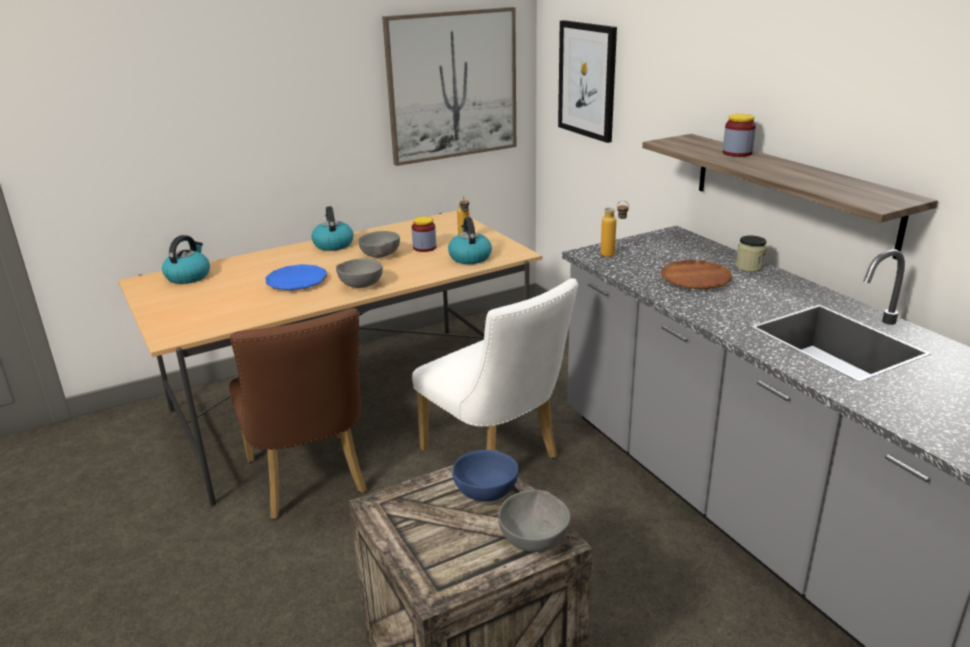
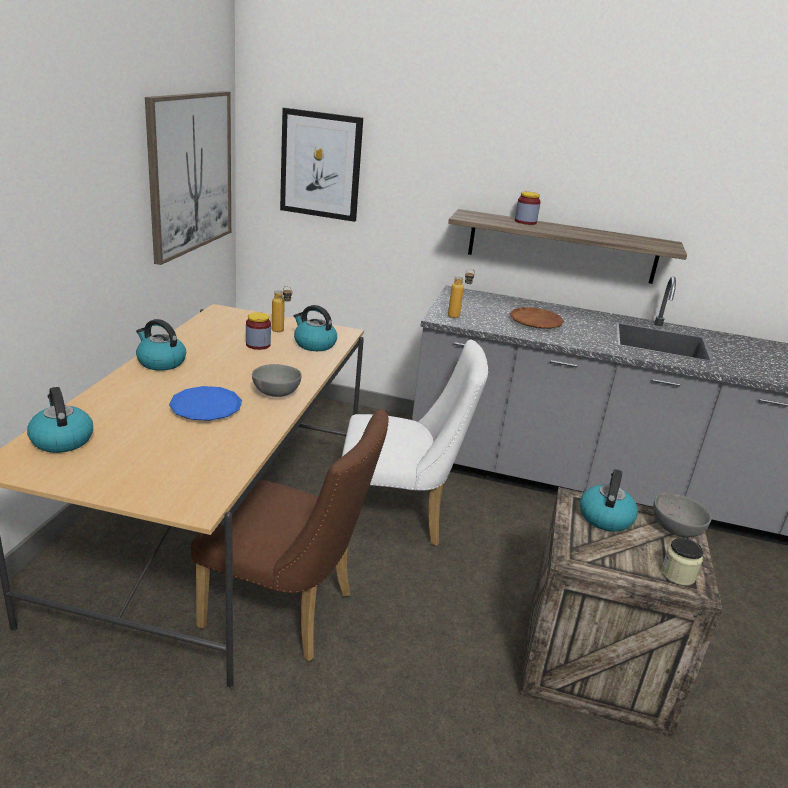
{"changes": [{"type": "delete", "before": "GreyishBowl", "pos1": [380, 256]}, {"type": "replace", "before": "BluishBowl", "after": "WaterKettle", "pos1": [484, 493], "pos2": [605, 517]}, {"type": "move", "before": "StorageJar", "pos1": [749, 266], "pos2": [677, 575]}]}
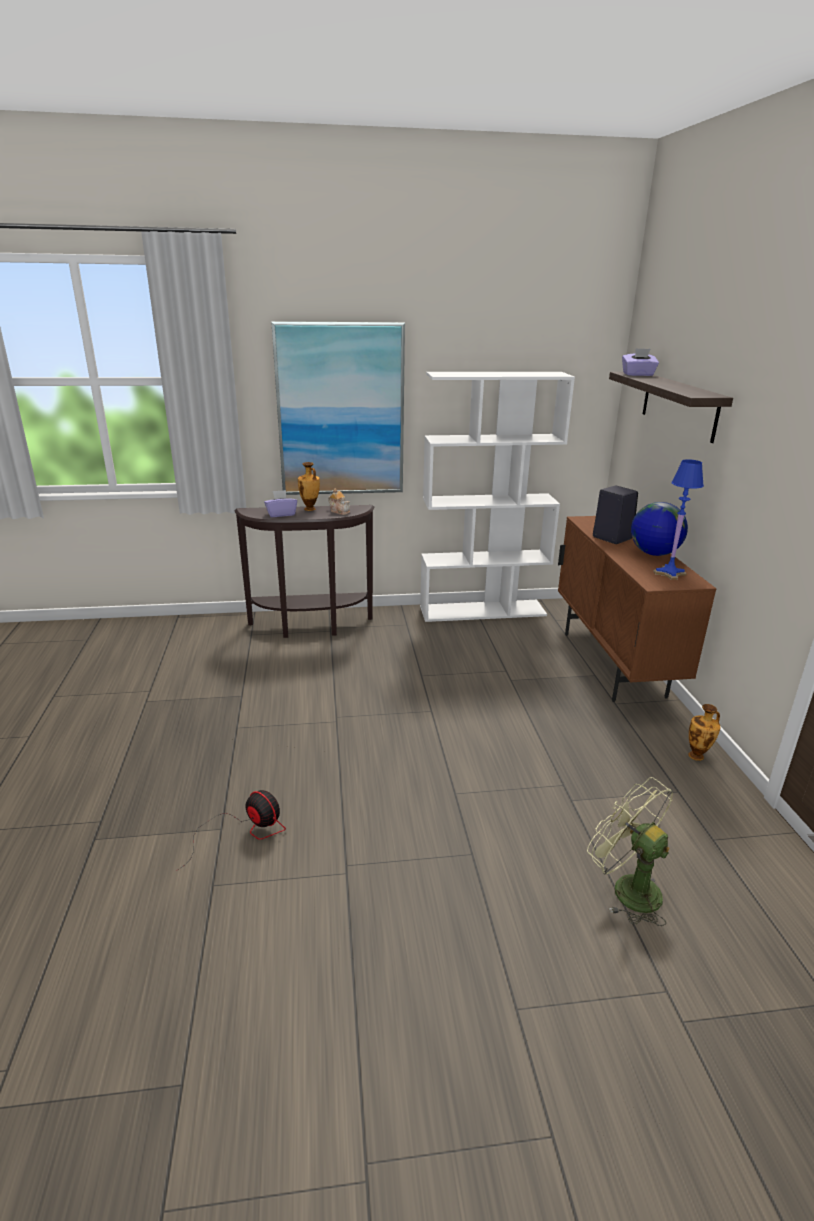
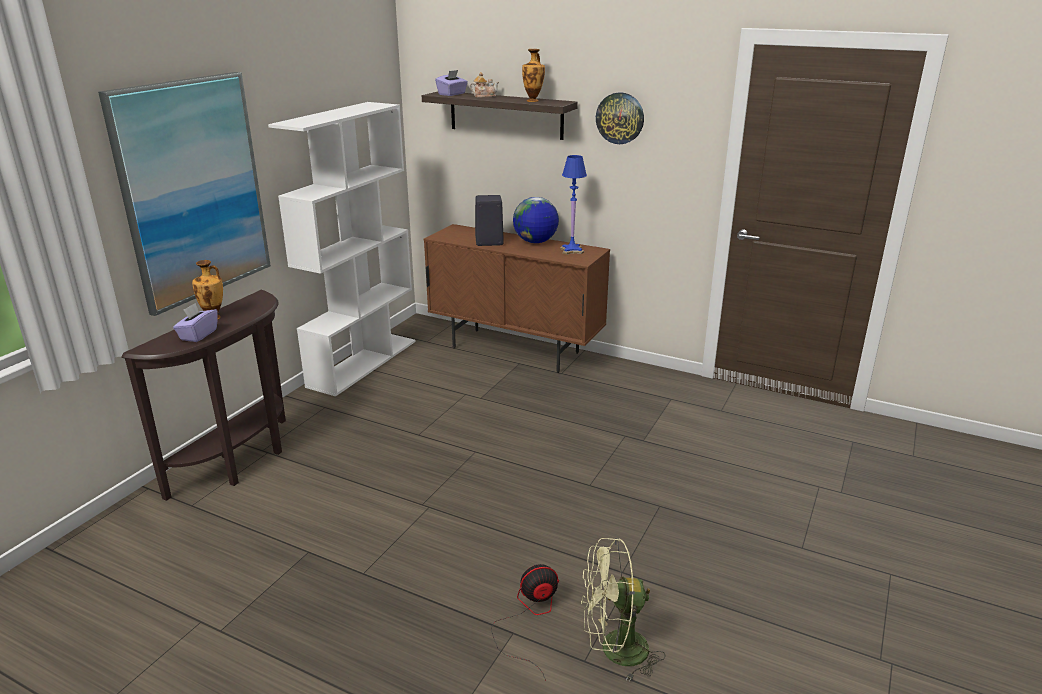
{"changes": [{"type": "move", "before": "TeaPot", "pos1": [340, 511], "pos2": [484, 96]}, {"type": "move", "before": "GreenFan", "pos1": [626, 888], "pos2": [614, 651]}, {"type": "move", "before": "FlowerVase", "pos1": [697, 756], "pos2": [533, 101]}, {"type": "insert", "after": "WallClock", "pos2": [620, 118]}]}
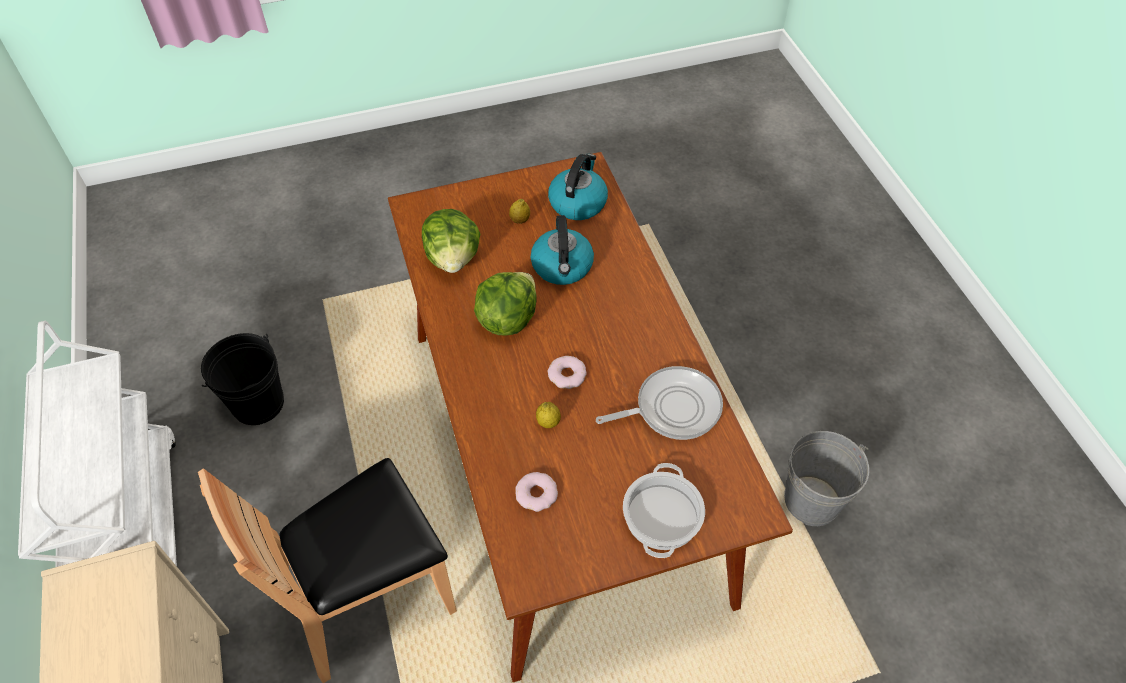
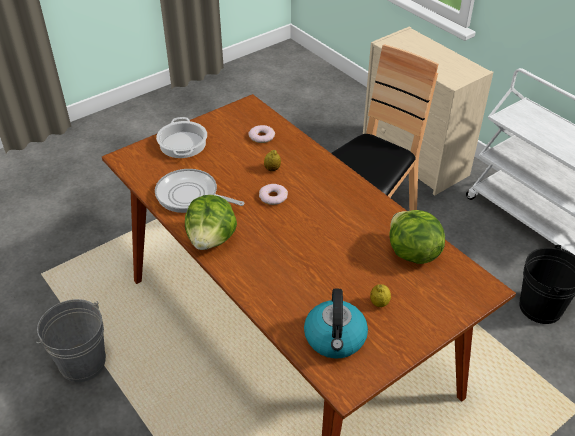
{"changes": [{"type": "move", "before": "HeadOfLettuce", "pos1": [507, 319], "pos2": [212, 239]}, {"type": "delete", "before": "WaterKettle", "pos1": [562, 267]}, {"type": "rotate", "before": "FryingPan", "pos1": [672, 408], "pos2": [190, 196], "turn": 60}]}
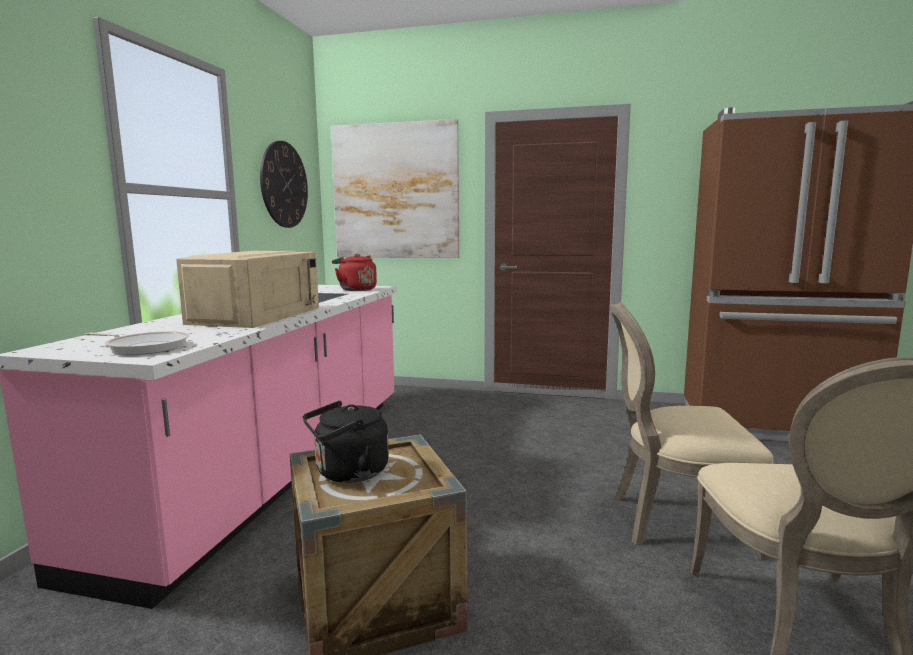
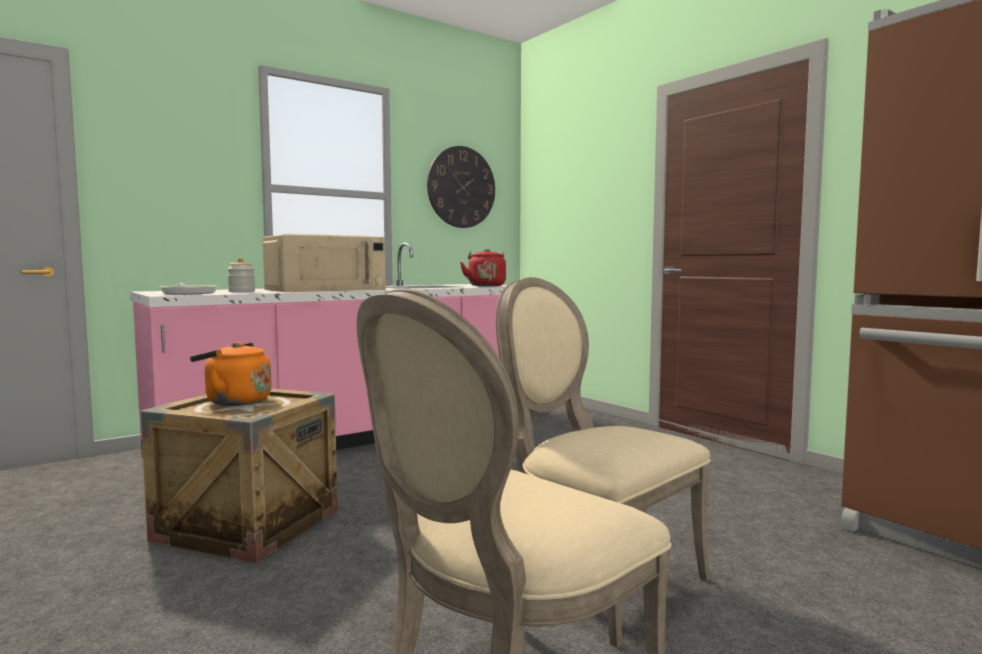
{"changes": [{"type": "recolor", "before": "BlackWaterKettle", "after": "OrangeyWaterKettle", "pos1": [348, 473], "pos2": [234, 402]}, {"type": "delete", "before": "WallArt", "pos1": [395, 191]}, {"type": "insert", "after": "StorageJar", "pos2": [241, 291]}]}
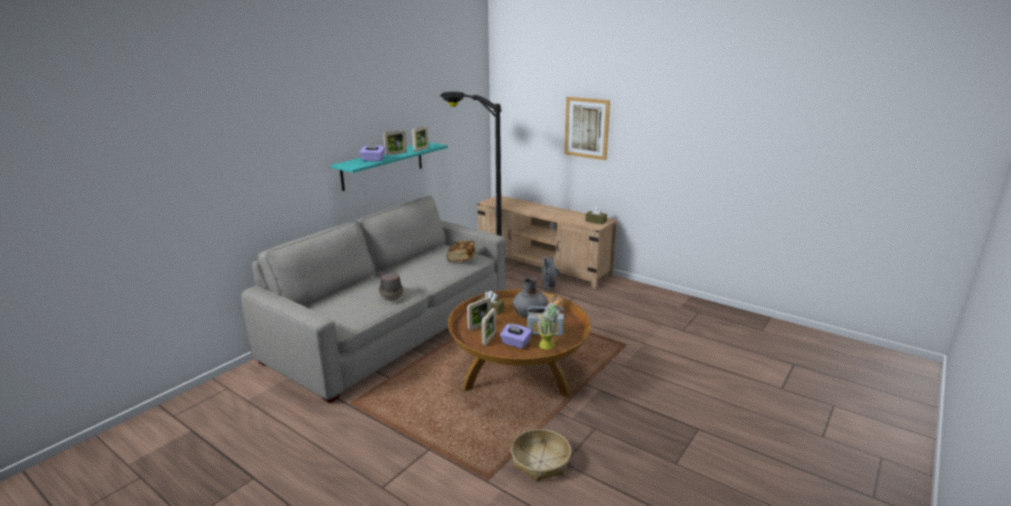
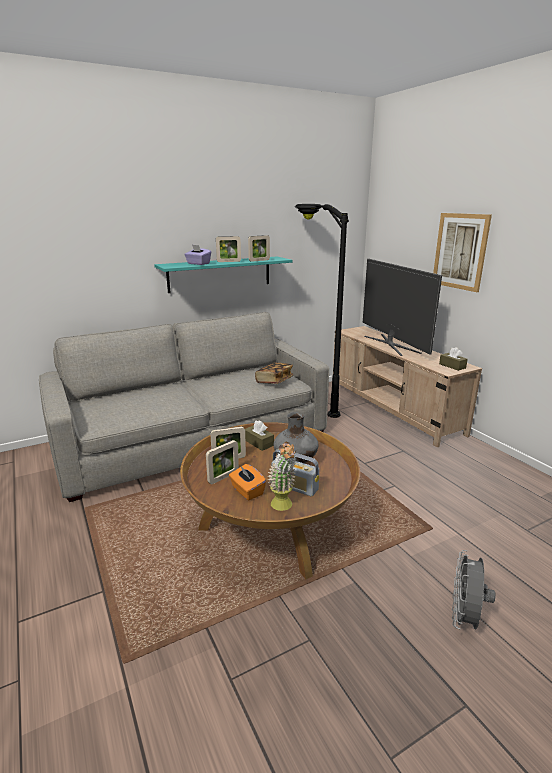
{"changes": [{"type": "delete", "before": "BrownishWearableHat", "pos1": [391, 294]}, {"type": "recolor", "before": "PurpleBoxOfTissues", "after": "OrangeyBoxOfTissues", "pos1": [515, 343], "pos2": [247, 491]}, {"type": "delete", "before": "HouseholdBasket", "pos1": [541, 462]}, {"type": "move", "before": "GreyishFan", "pos1": [549, 289], "pos2": [464, 619]}, {"type": "insert", "after": "Tv", "pos2": [391, 344]}]}
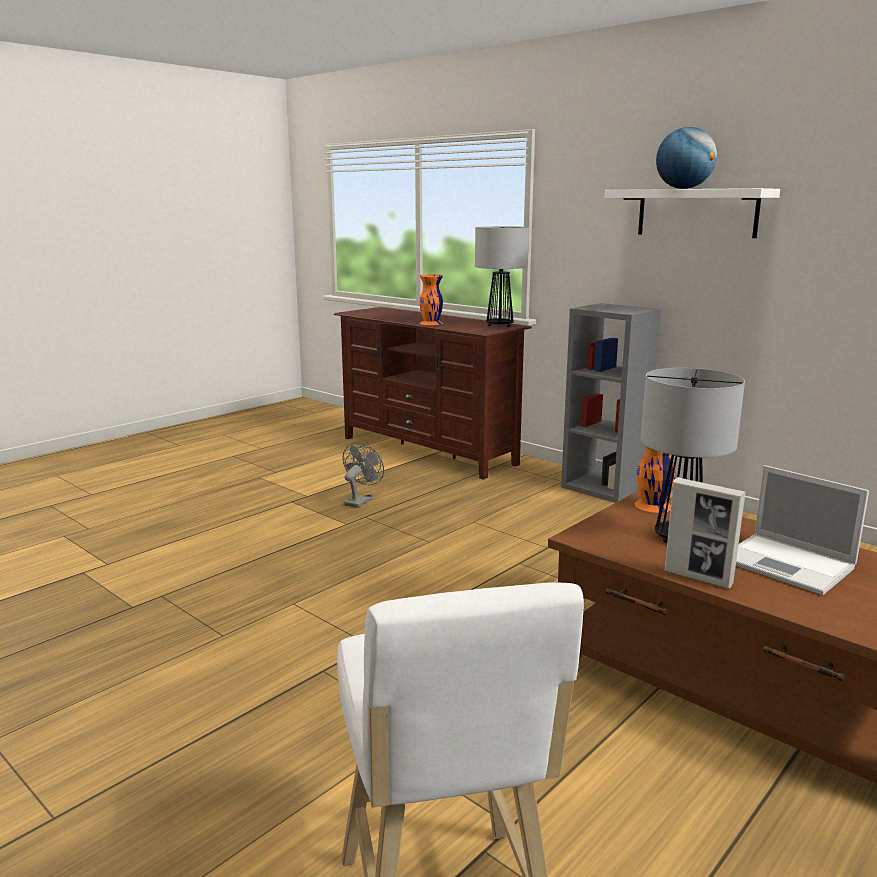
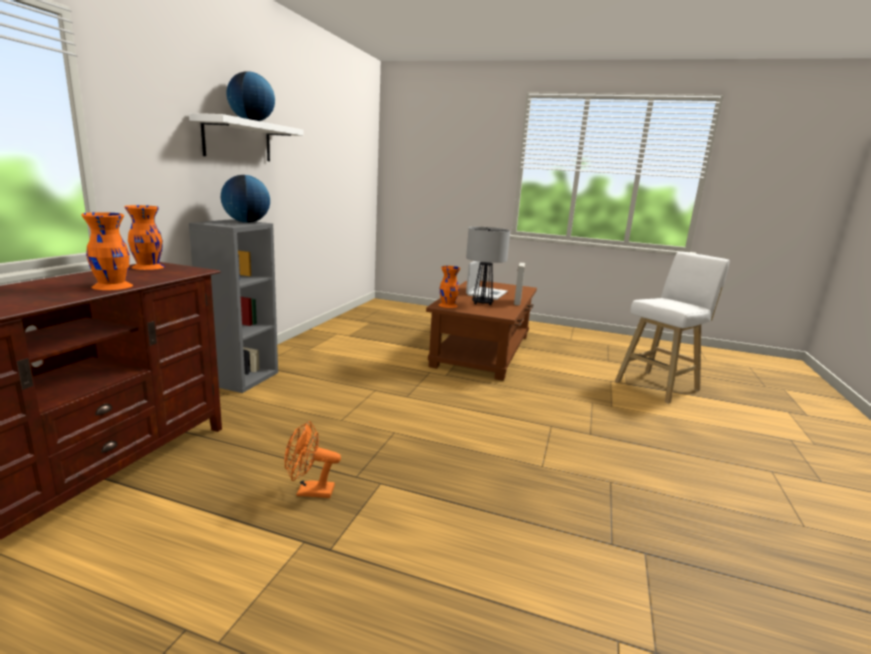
{"changes": [{"type": "recolor", "before": "GreyishFan", "after": "OrangeyFan", "pos1": [360, 501], "pos2": [309, 491]}, {"type": "replace", "before": "LampForATable", "after": "OrangeyFlowerVase", "pos1": [499, 325], "pos2": [148, 267]}, {"type": "insert", "after": "Globe", "pos2": [247, 222]}]}
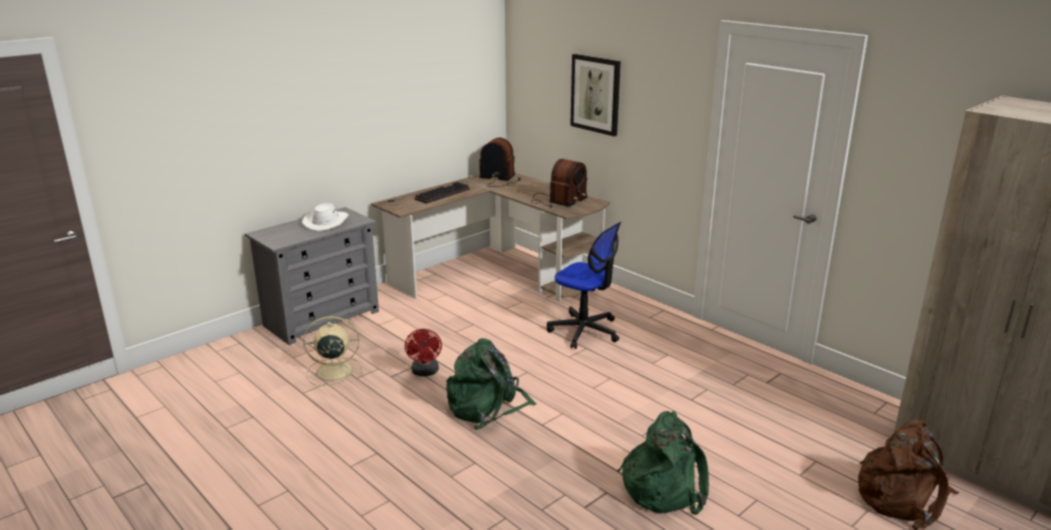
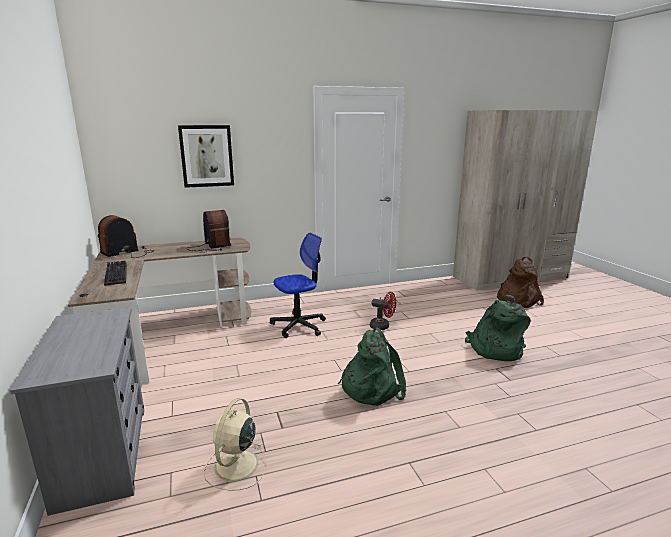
{"changes": [{"type": "delete", "before": "WhitishWearableHat", "pos1": [326, 222]}, {"type": "move", "before": "ReddishFan", "pos1": [425, 372], "pos2": [383, 326]}]}
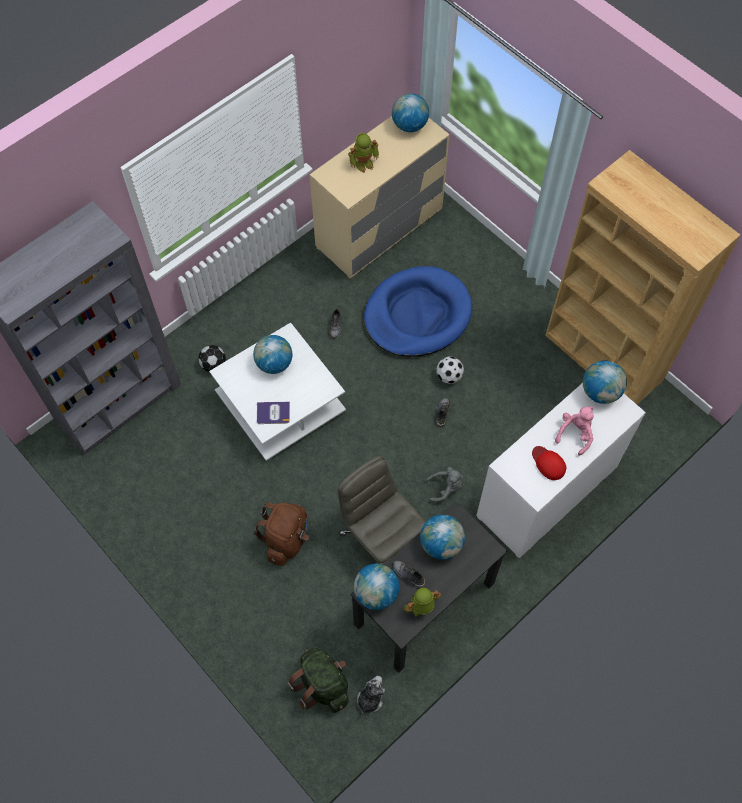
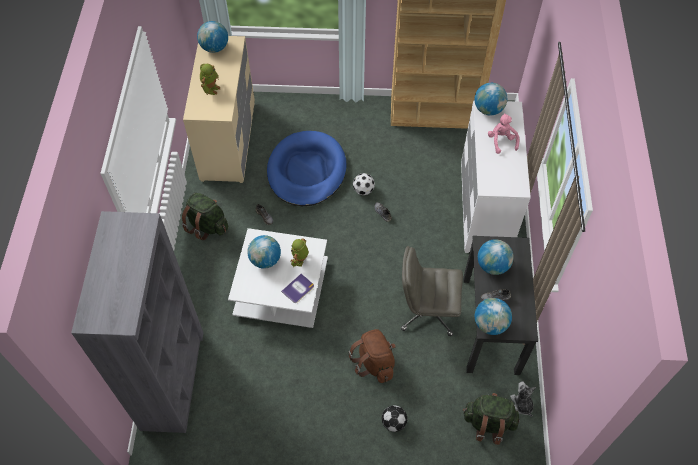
{"changes": [{"type": "move", "before": "FootballBall", "pos1": [213, 364], "pos2": [393, 422]}, {"type": "move", "before": "RobotFigure", "pos1": [421, 608], "pos2": [300, 260]}, {"type": "delete", "before": "GreyishPlushToy", "pos1": [445, 488]}, {"type": "delete", "before": "ReddishPeakedCap", "pos1": [548, 463]}, {"type": "insert", "after": "GreenKnapsack", "pos2": [207, 225]}]}
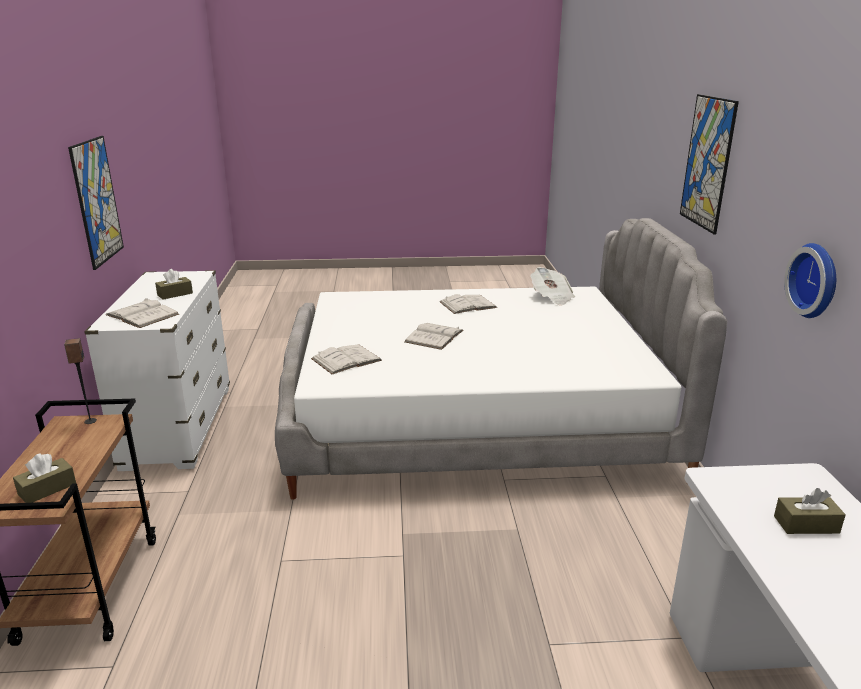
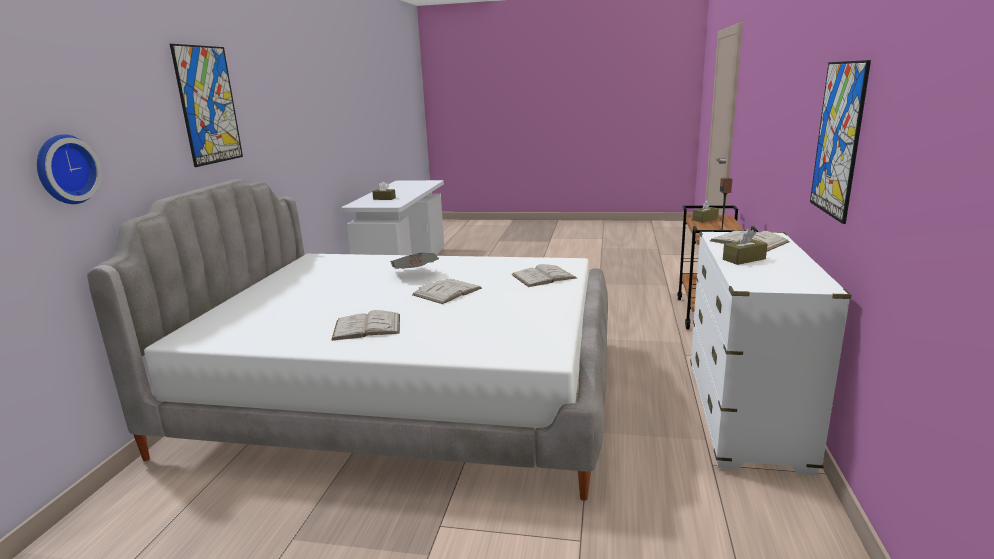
{"changes": [{"type": "move", "before": "Newspaper", "pos1": [551, 298], "pos2": [415, 274]}, {"type": "move", "before": "WallClock", "pos1": [816, 280], "pos2": [64, 169]}]}
